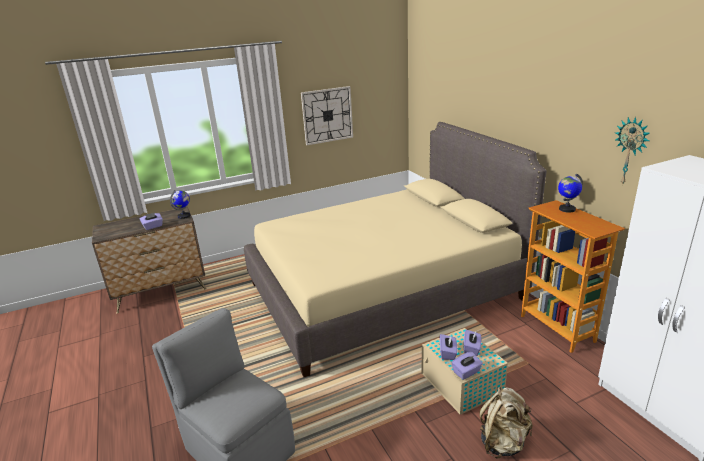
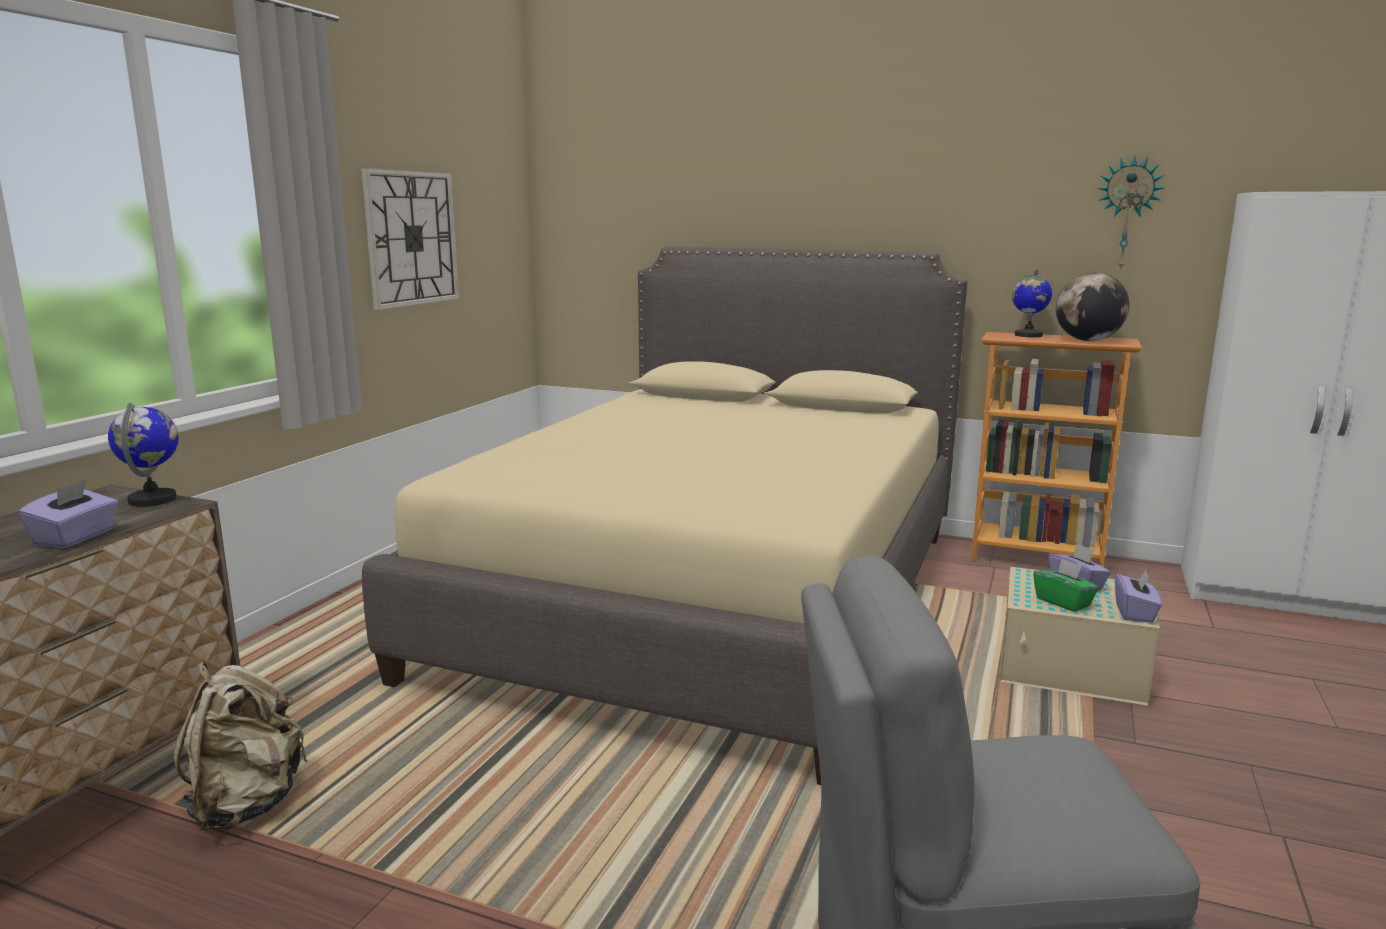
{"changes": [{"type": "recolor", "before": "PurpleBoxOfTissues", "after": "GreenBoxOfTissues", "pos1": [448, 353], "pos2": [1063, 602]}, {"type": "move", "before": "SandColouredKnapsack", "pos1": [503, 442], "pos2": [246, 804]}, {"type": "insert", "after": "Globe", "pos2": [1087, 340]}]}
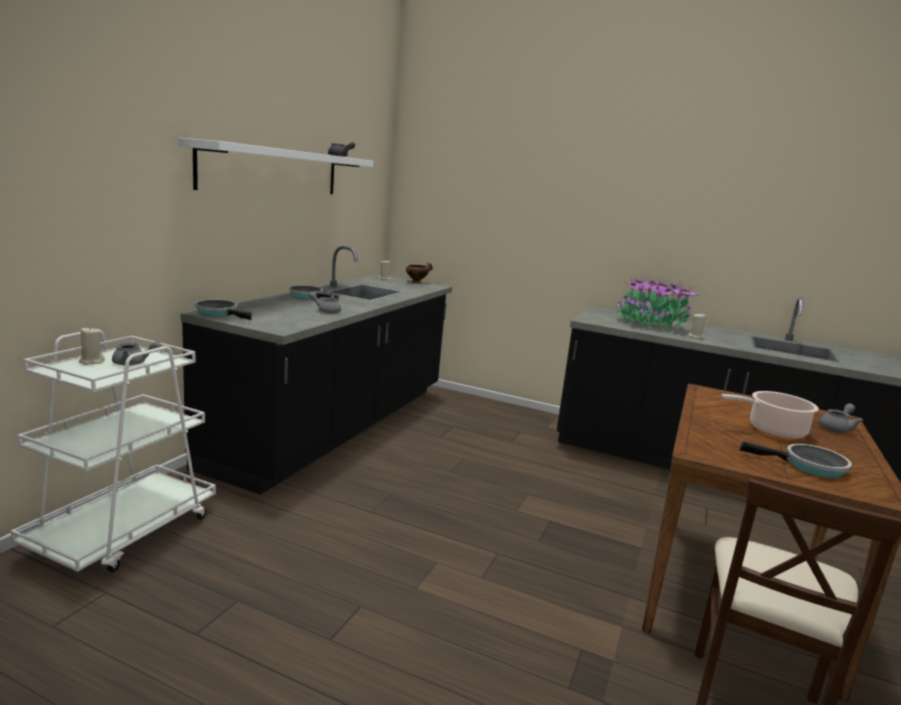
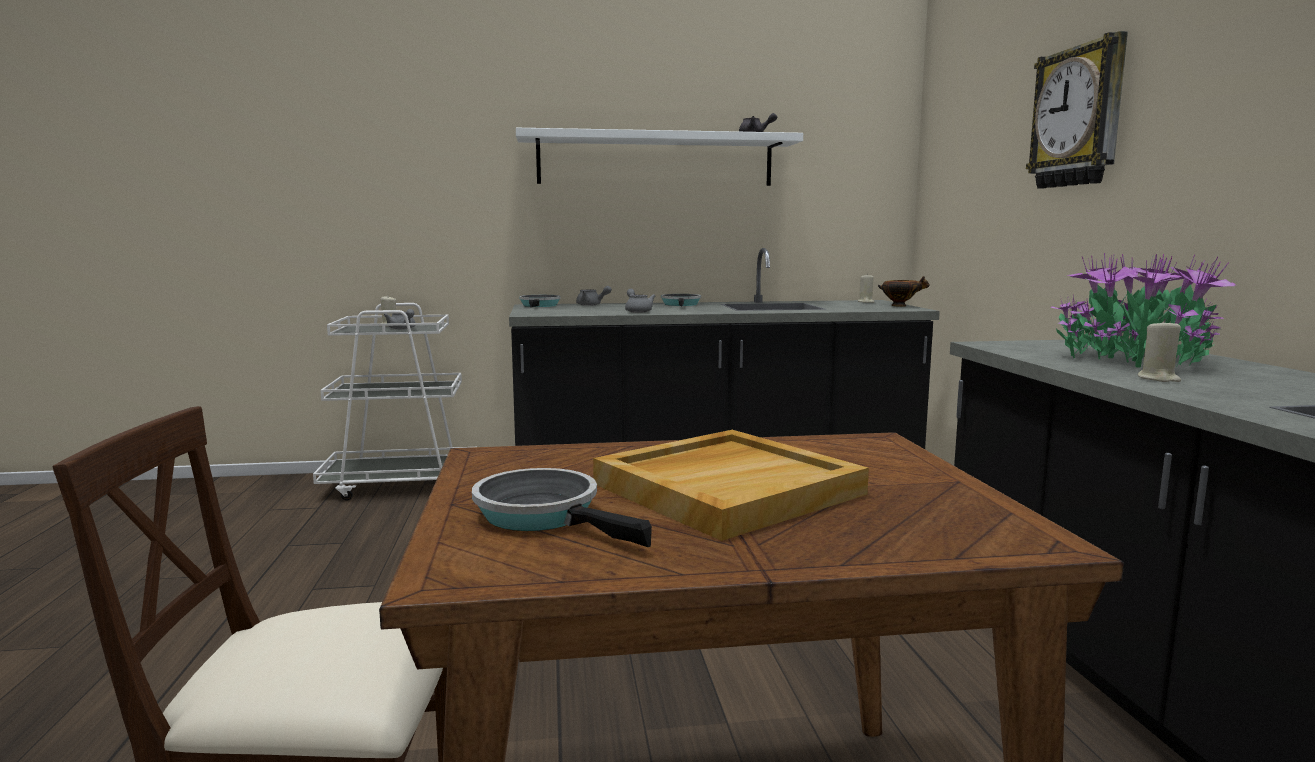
{"changes": [{"type": "replace", "before": "Stockpot", "after": "SandColouredServingTray", "pos1": [773, 430], "pos2": [727, 488]}, {"type": "rotate", "before": "FryingPan", "pos1": [809, 466], "pos2": [545, 515], "turn": 150}, {"type": "move", "before": "GreyishTeaPot", "pos1": [837, 428], "pos2": [592, 305]}, {"type": "insert", "after": "WallClock", "pos2": [1079, 117]}]}
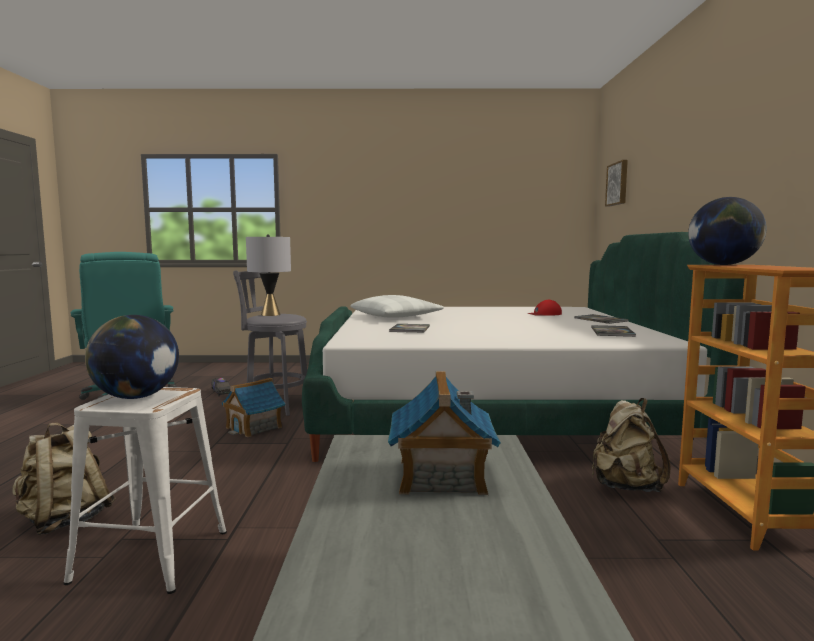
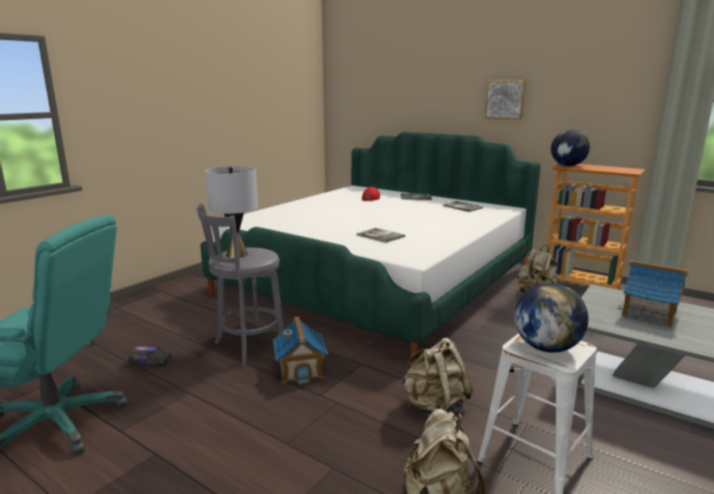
{"changes": [{"type": "delete", "before": "WhitishCushion", "pos1": [396, 317]}, {"type": "move", "before": "WallArt", "pos1": [618, 184], "pos2": [505, 99]}, {"type": "insert", "after": "SandColouredKnapsack", "pos2": [434, 408]}]}
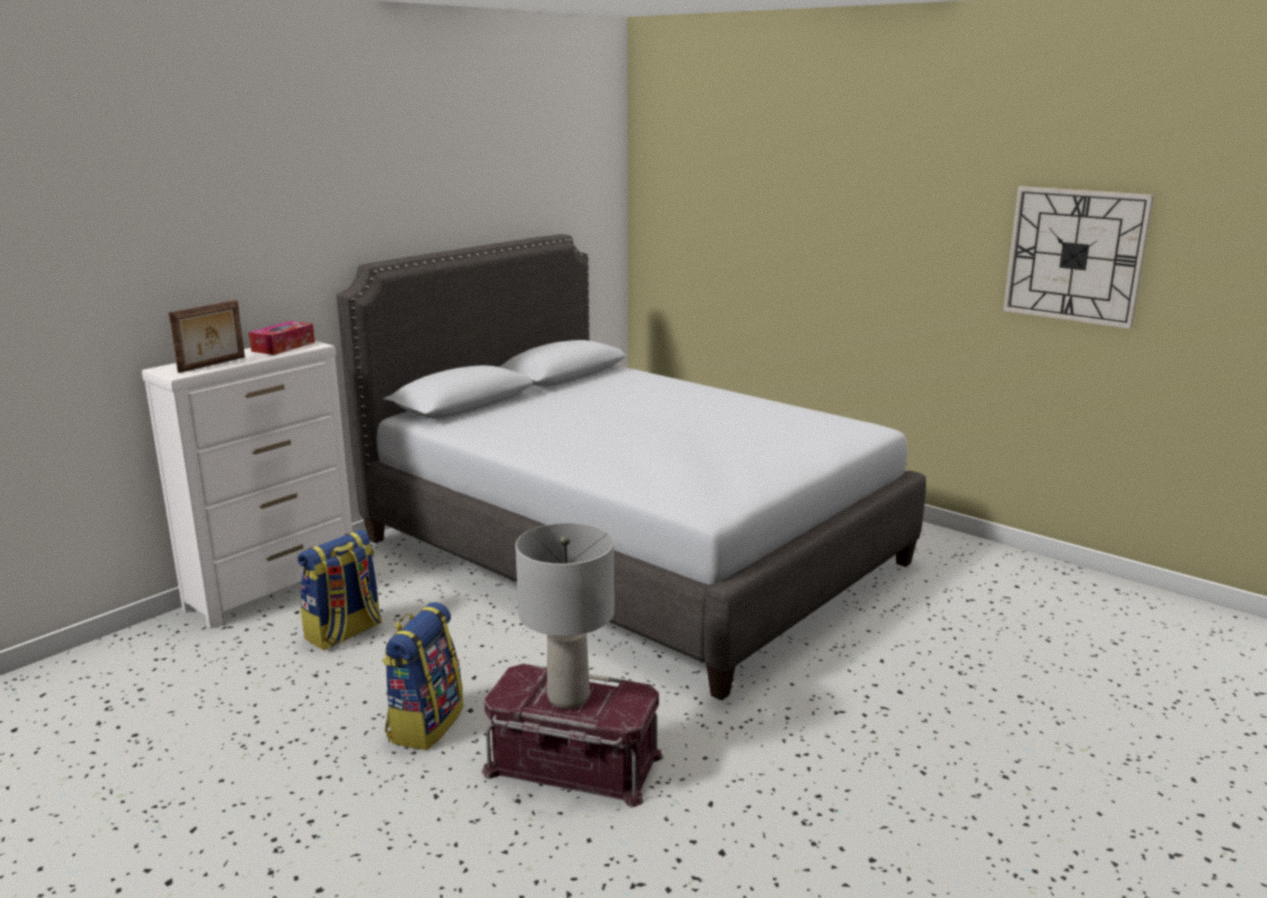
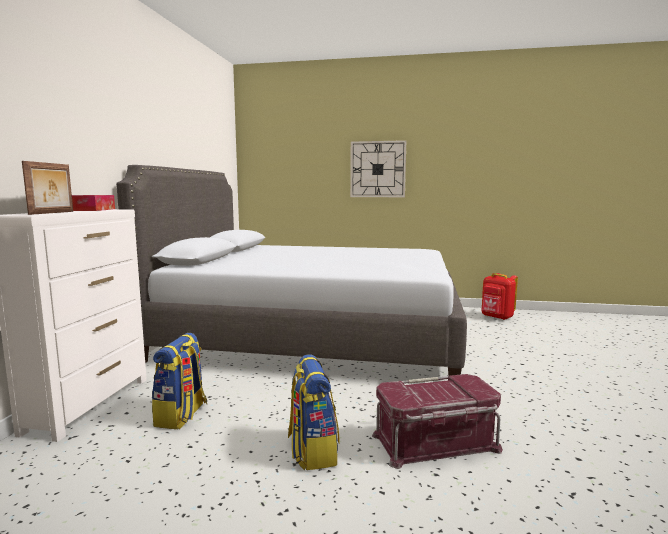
{"changes": [{"type": "delete", "before": "GreyishLampForATable", "pos1": [567, 698]}, {"type": "move", "before": "WallClock", "pos1": [1075, 255], "pos2": [377, 169]}, {"type": "insert", "after": "ReddishKnapsack", "pos2": [497, 317]}]}
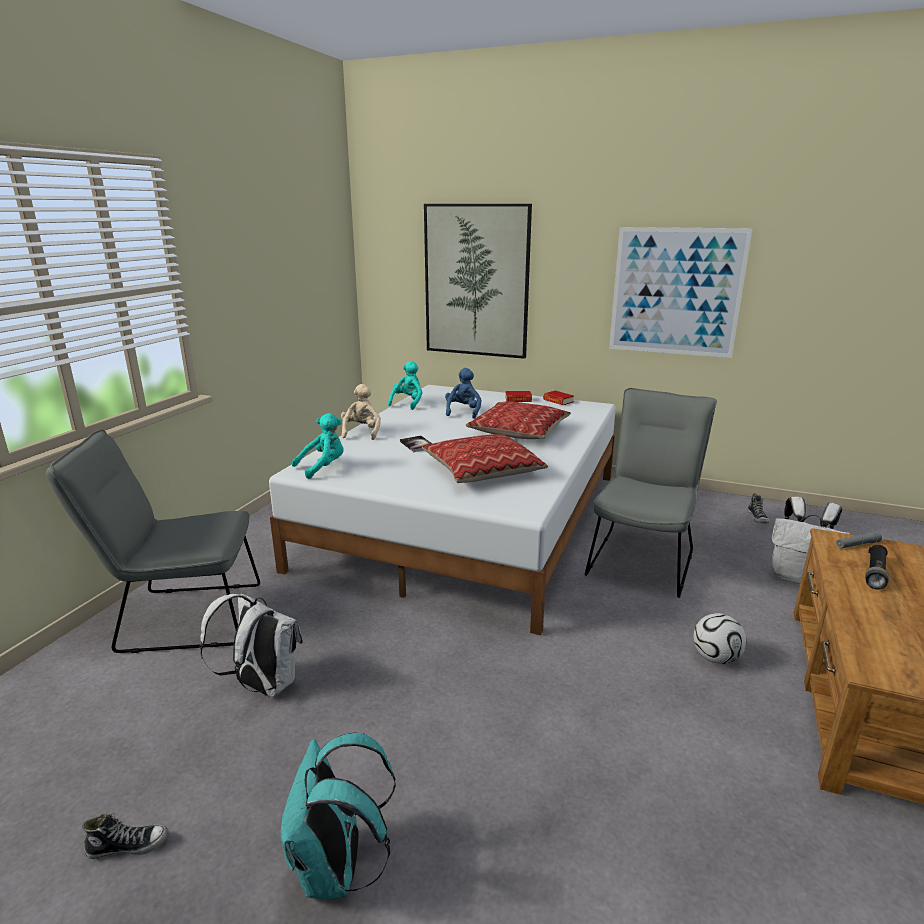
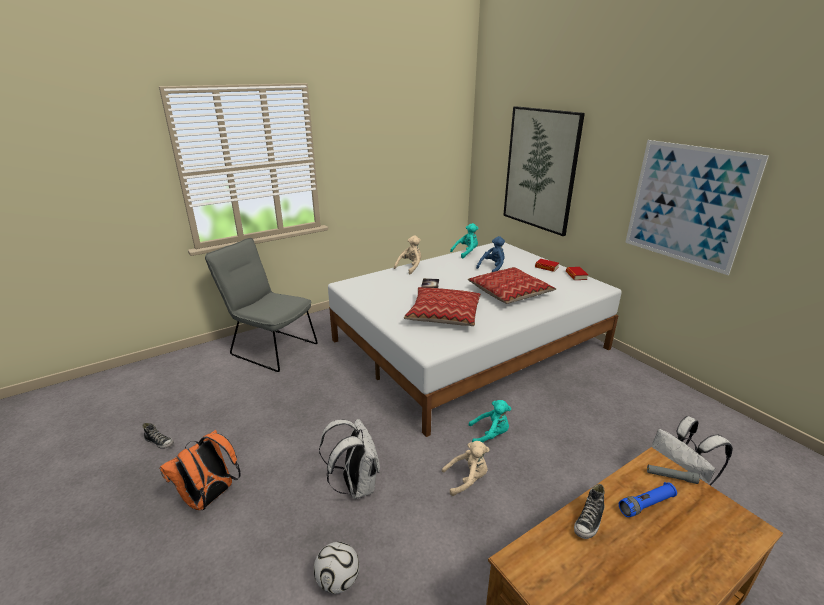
{"changes": [{"type": "move", "before": "WhitishKnapsack", "pos1": [262, 685], "pos2": [356, 485]}, {"type": "recolor", "before": "BlueGreenKnapsack", "after": "OrangeyKnapsack", "pos1": [337, 870], "pos2": [210, 498]}, {"type": "move", "before": "BlueGreenPlushToy", "pos1": [323, 467], "pos2": [490, 435]}, {"type": "delete", "before": "GreyishPlainChair", "pos1": [643, 558]}, {"type": "move", "before": "FootballBall", "pos1": [715, 658], "pos2": [338, 581]}, {"type": "move", "before": "ItemOfFootwear", "pos1": [758, 518], "pos2": [589, 521]}, {"type": "recolor", "before": "BlackTorch", "after": "BluishTorch", "pos1": [875, 573], "pos2": [646, 505]}, {"type": "insert", "after": "SandColouredPlushToy", "pos2": [467, 479]}]}
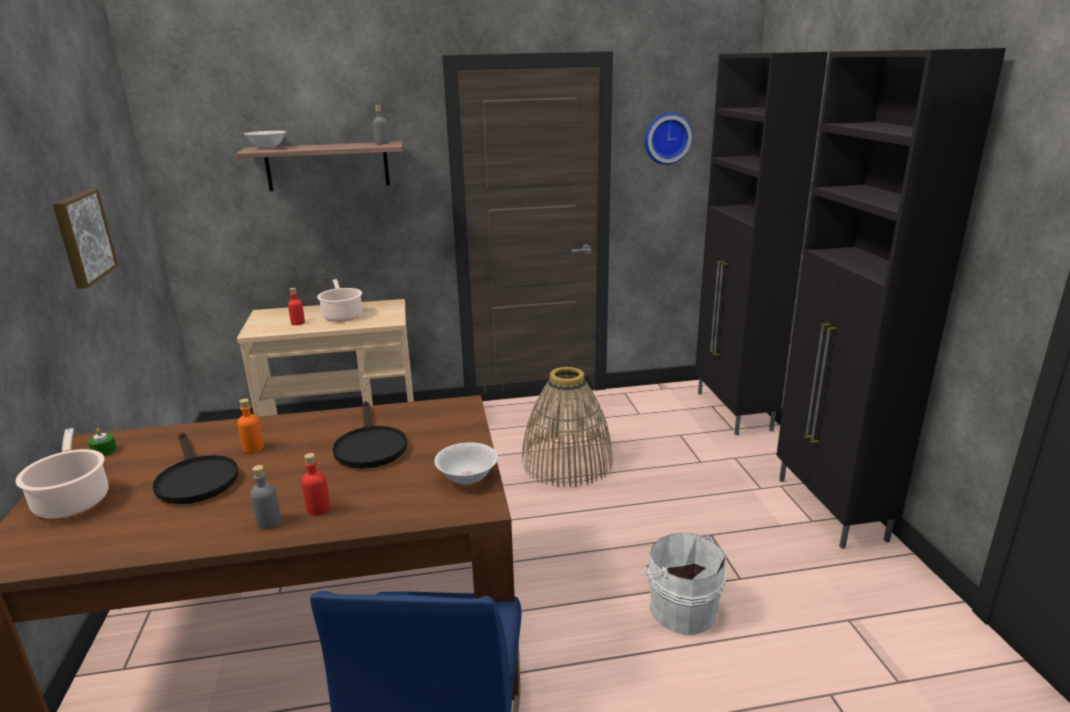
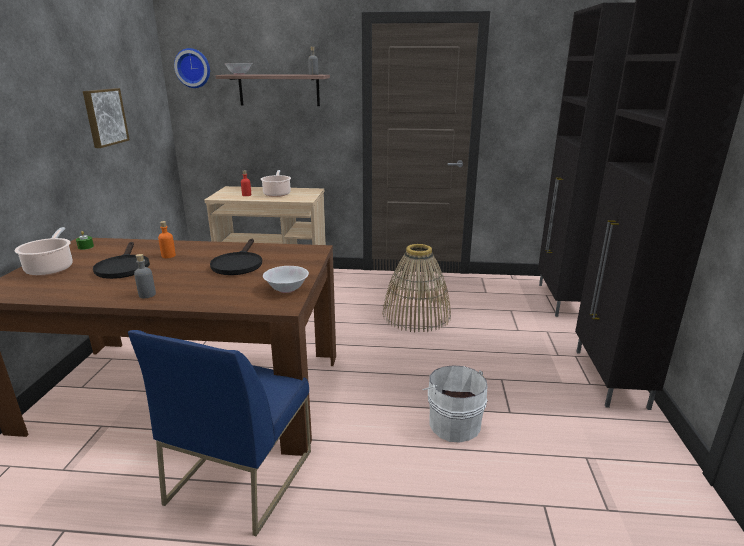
{"changes": [{"type": "delete", "before": "ReddishBeverageBottle", "pos1": [318, 509]}, {"type": "move", "before": "WallClock", "pos1": [666, 138], "pos2": [193, 68]}]}
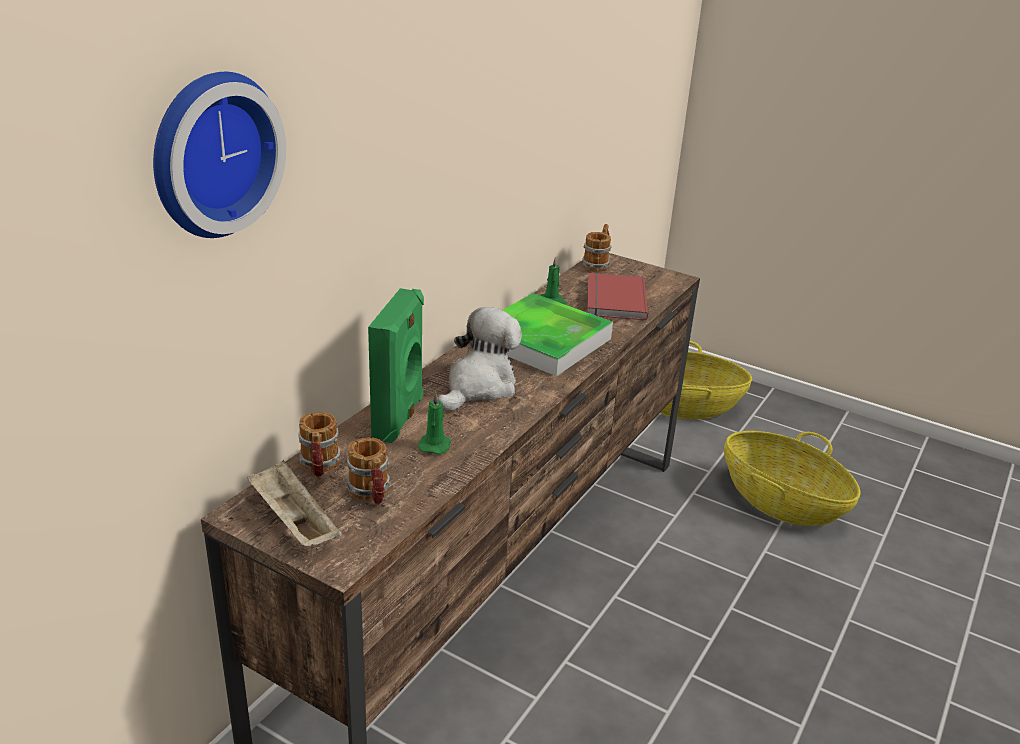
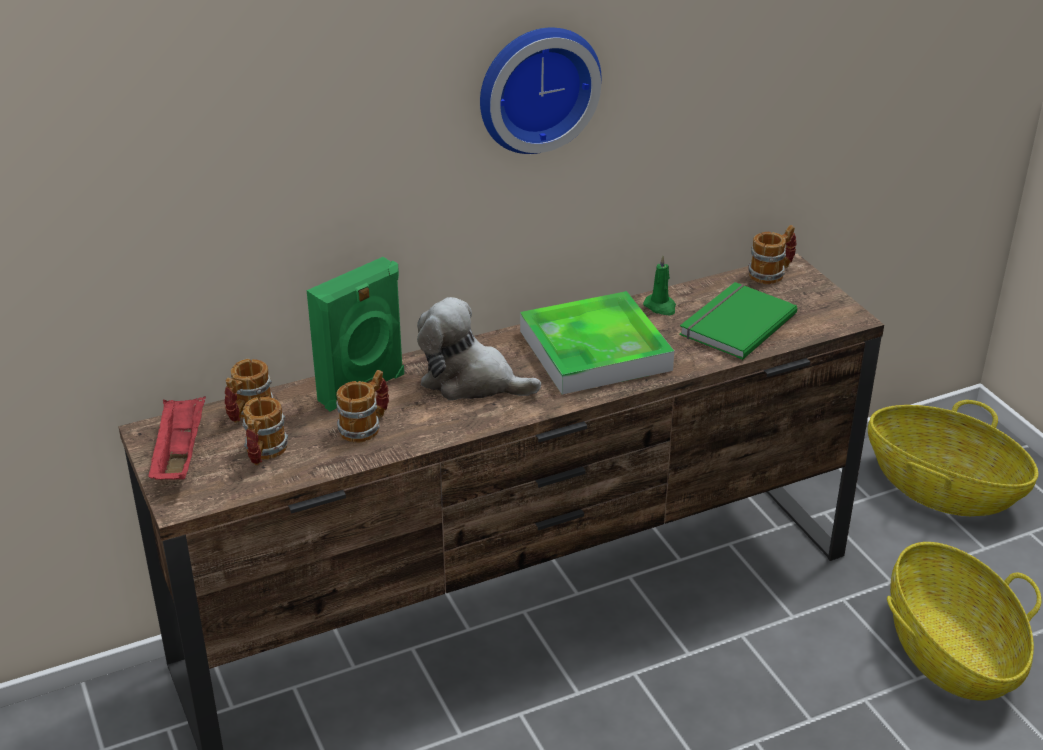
{"changes": [{"type": "move", "before": "WallClock", "pos1": [210, 153], "pos2": [536, 87]}, {"type": "recolor", "before": "SandColouredServingTray", "after": "ReddishServingTray", "pos1": [293, 522], "pos2": [179, 455]}, {"type": "replace", "before": "GreenWaxLight", "after": "CoffeeMug", "pos1": [435, 444], "pos2": [365, 426]}, {"type": "rotate", "before": "PlushToy", "pos1": [479, 386], "pos2": [471, 381], "turn": -135}, {"type": "recolor", "before": "ReddishBoundBook", "after": "GreenBoundBook", "pos1": [613, 300], "pos2": [734, 324]}]}
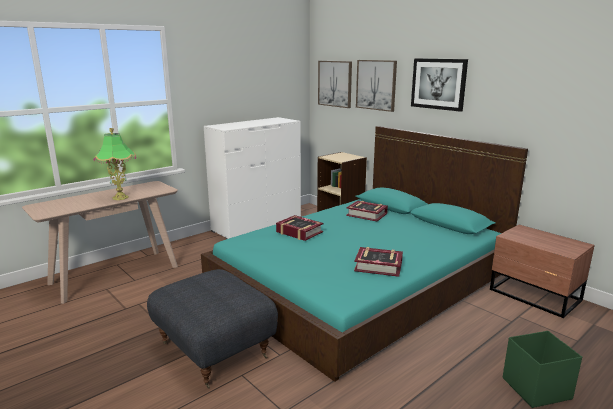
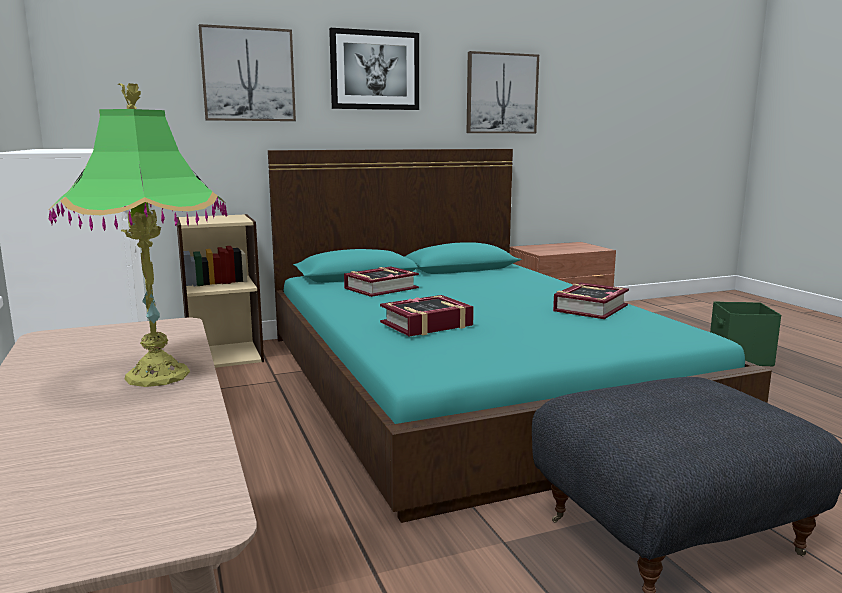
{"changes": [{"type": "move", "before": "WallArt", "pos1": [335, 83], "pos2": [501, 93]}]}
